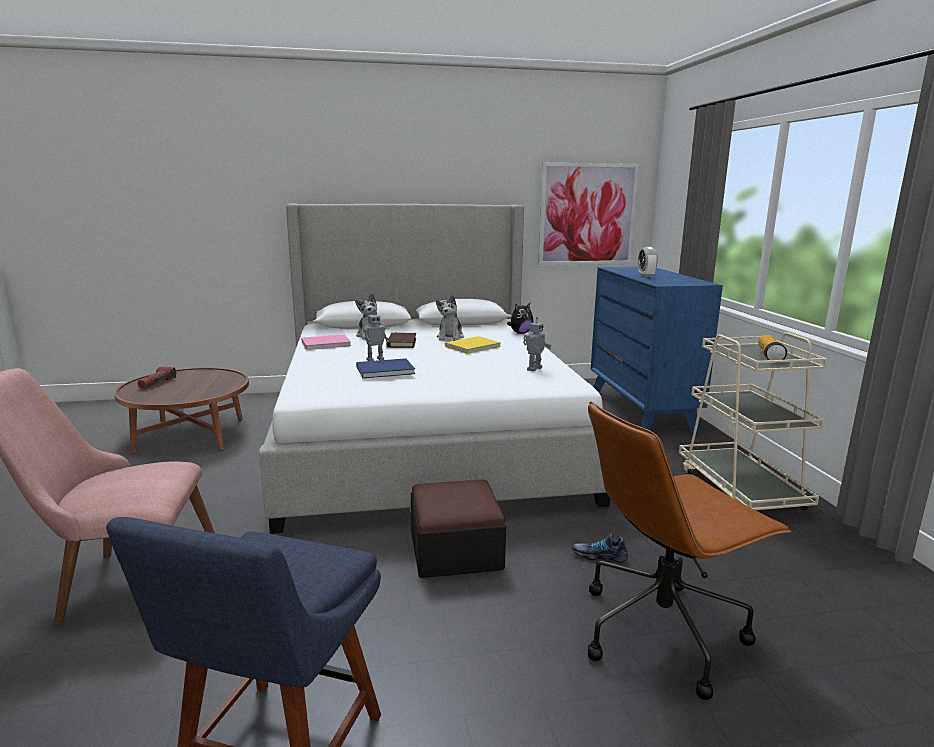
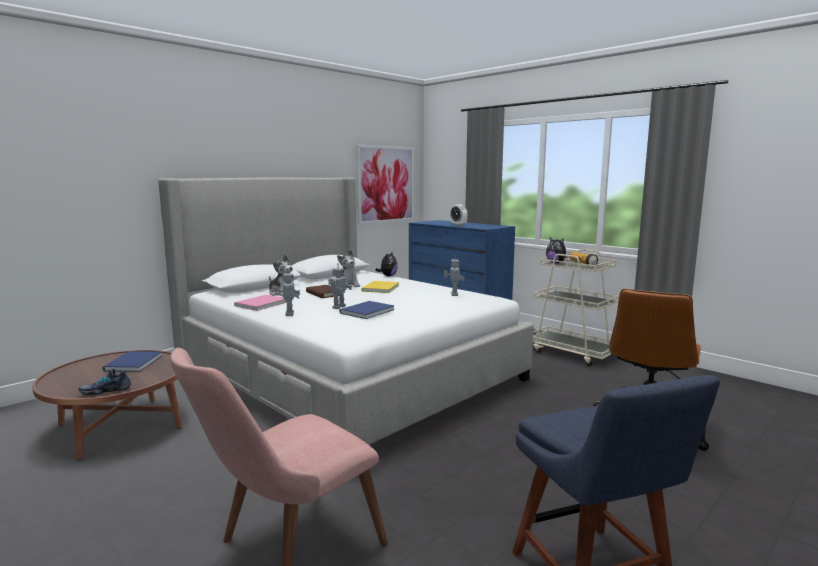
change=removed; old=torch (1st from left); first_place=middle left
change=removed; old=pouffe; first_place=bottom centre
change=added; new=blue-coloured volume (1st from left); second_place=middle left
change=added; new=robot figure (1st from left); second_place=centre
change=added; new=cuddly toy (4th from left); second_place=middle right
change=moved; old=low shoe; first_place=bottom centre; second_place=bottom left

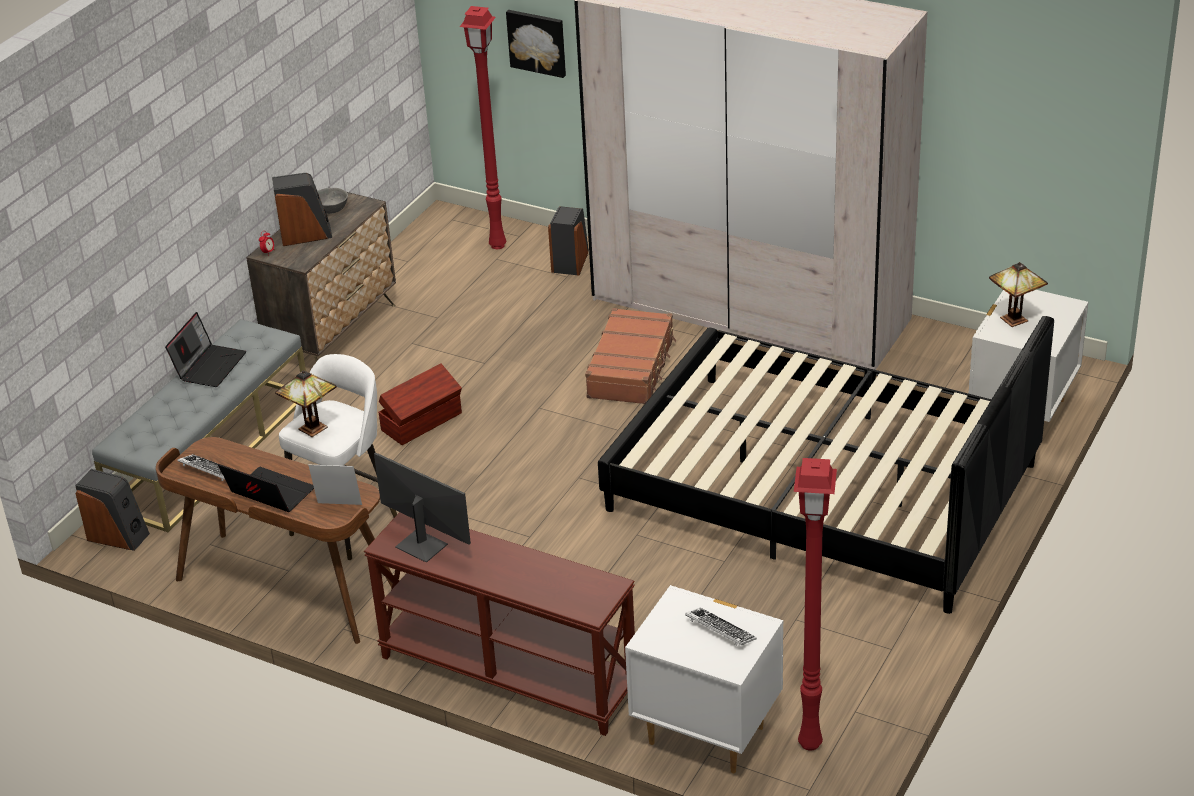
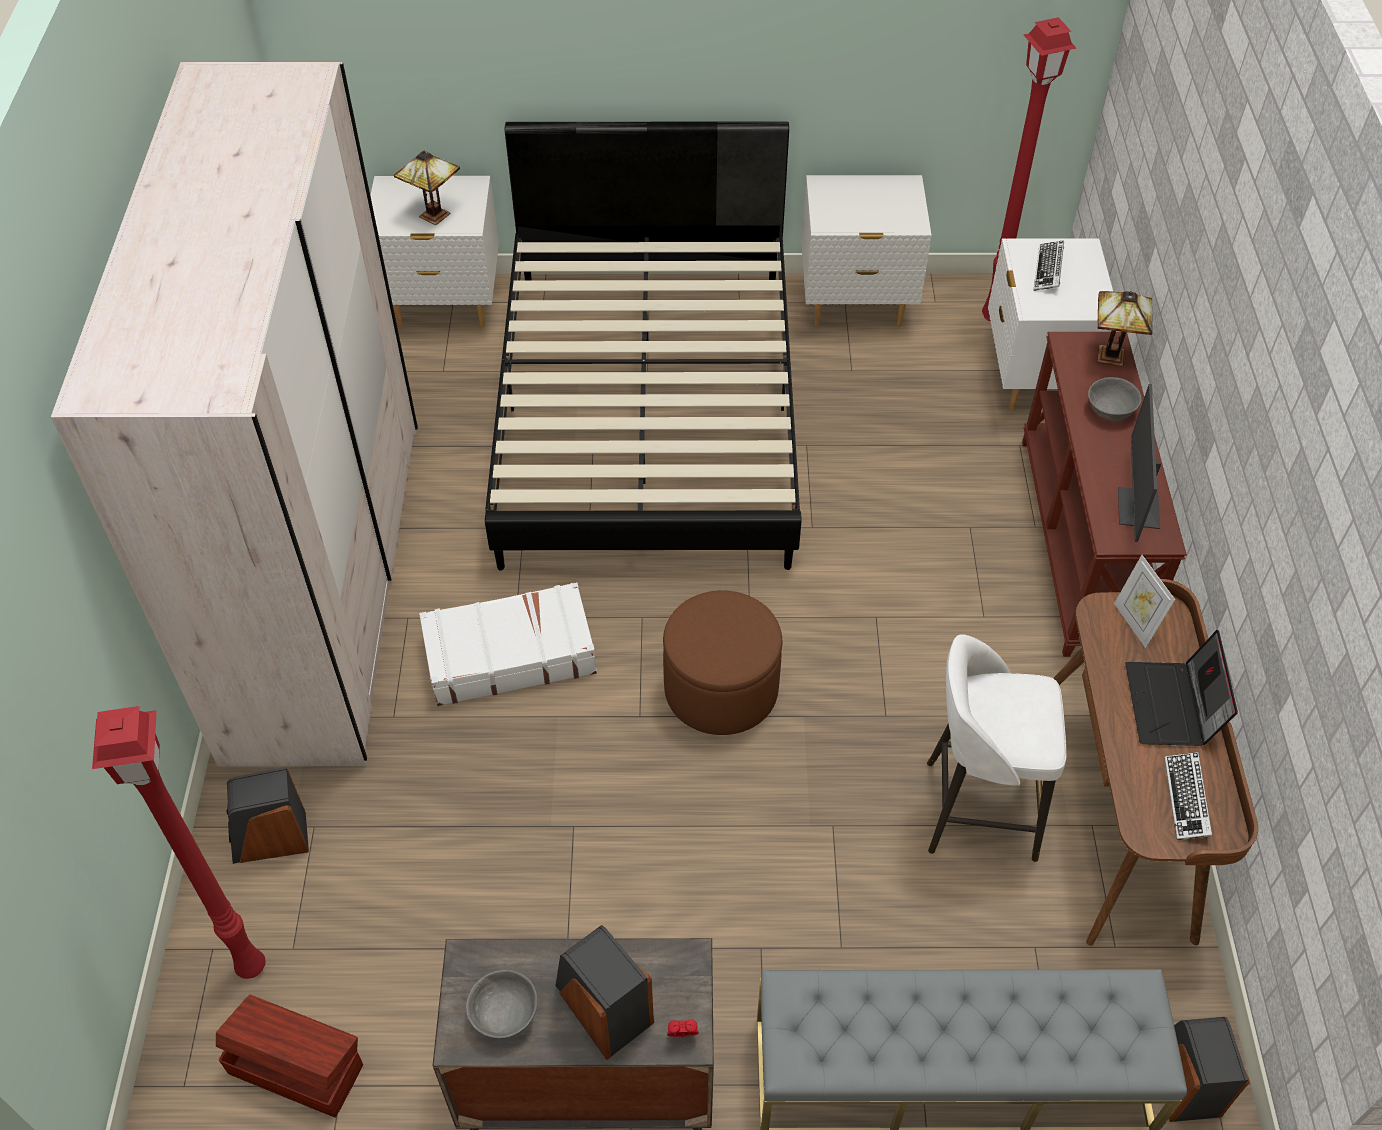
change=removed; old=portable computer (1st from left); first_place=middle left
change=removed; old=wall art; first_place=top centre
change=added; new=brown pouffe; second_place=centre
change=added; new=white-coloured bedside table (2nd from left); second_place=top centre
change=added; new=gray bowl (2nd from left); second_place=middle right
change=moved; old=table lamp (1st from left in the first image); new=table lamp (2nd from left); first_place=middle left; second_place=top right
change=moved; old=brown storage box; first_place=centre; second_place=bottom left
change=recoloured; old=brown travel case; new=white-coloured travel case; first_place=centre; second_place=centre

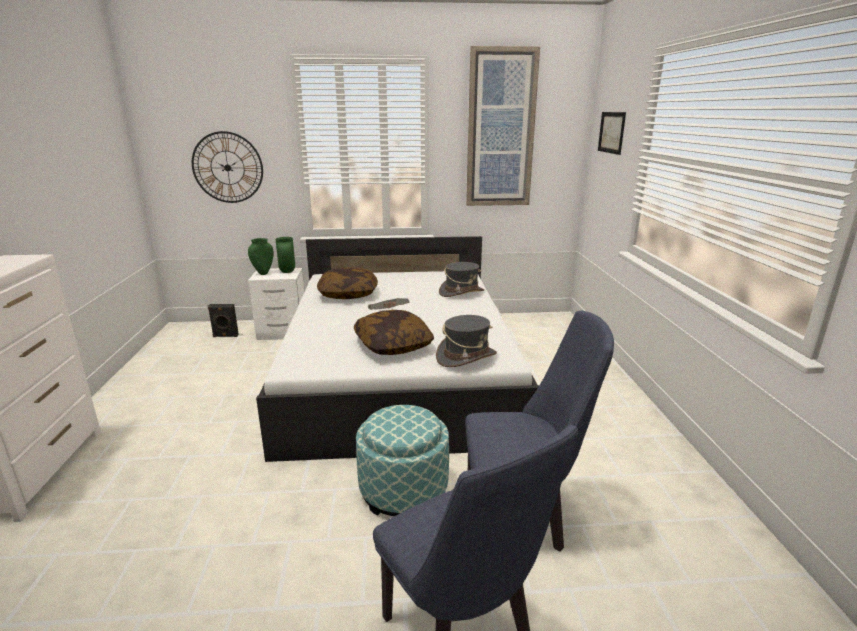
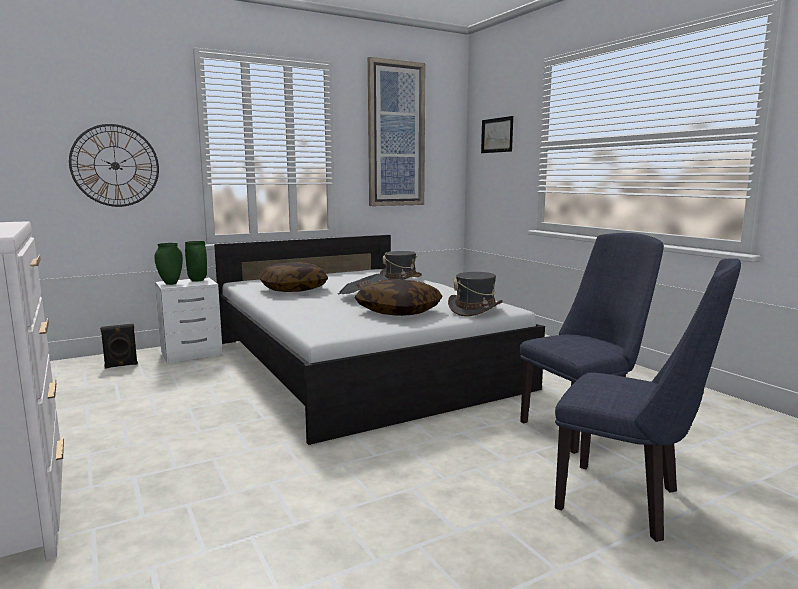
change=removed; old=pouffe; first_place=bottom centre

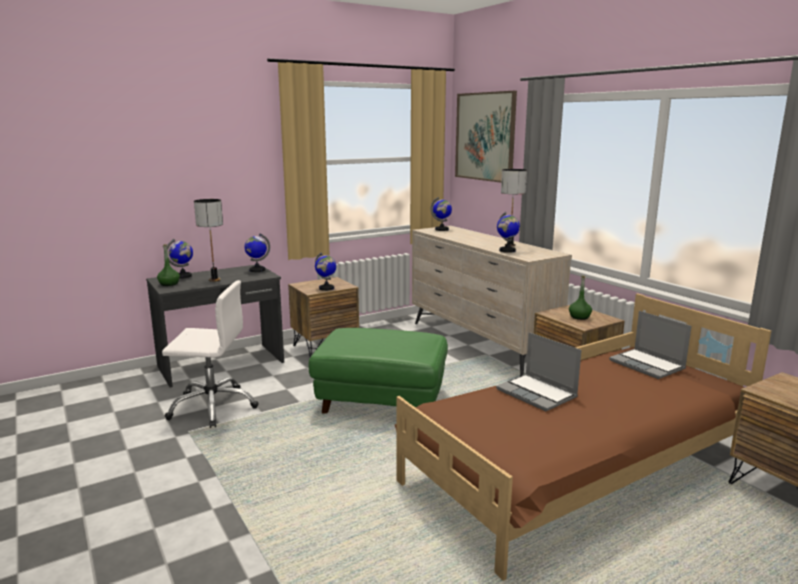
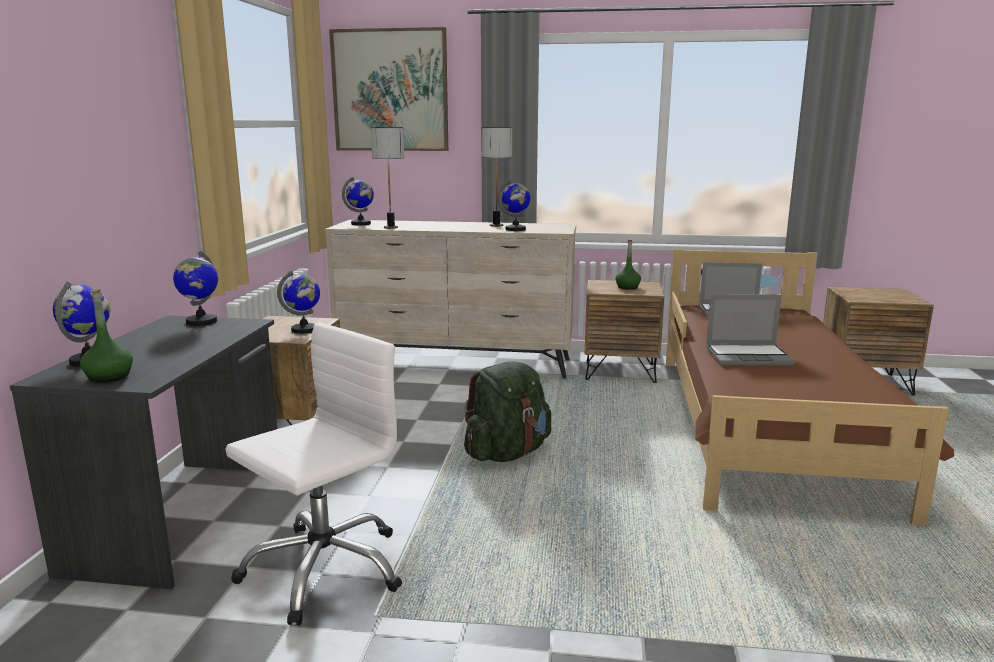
change=moved; old=table lamp (1st from left); first_place=middle left; second_place=top centre
change=replaced; old=green pouffe; new=green backpack; first_place=centre; second_place=centre

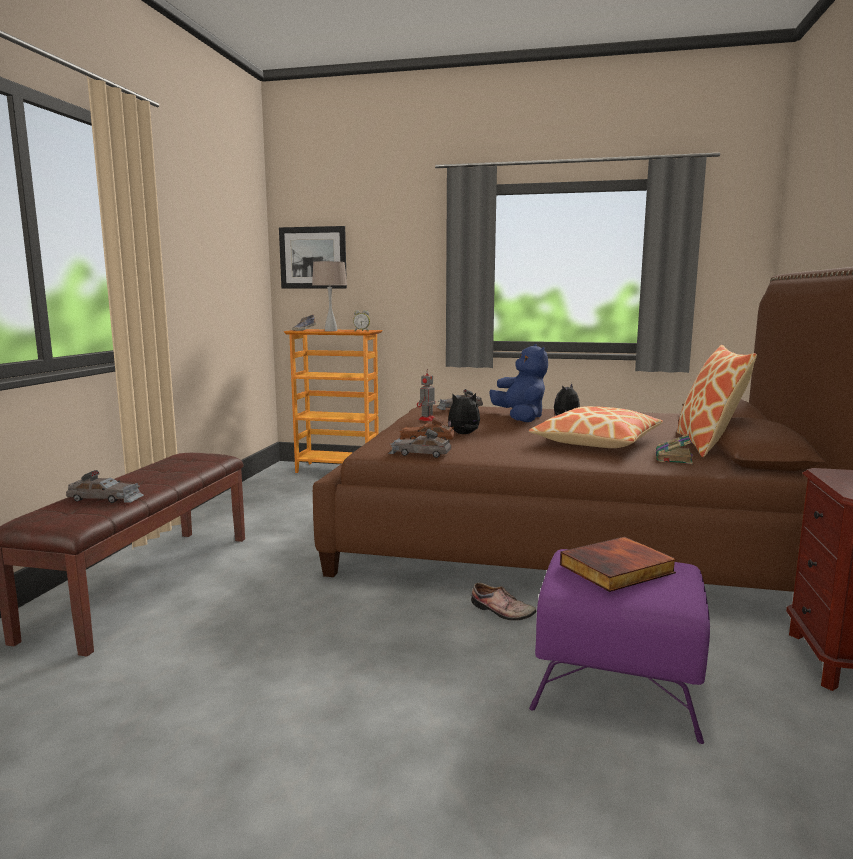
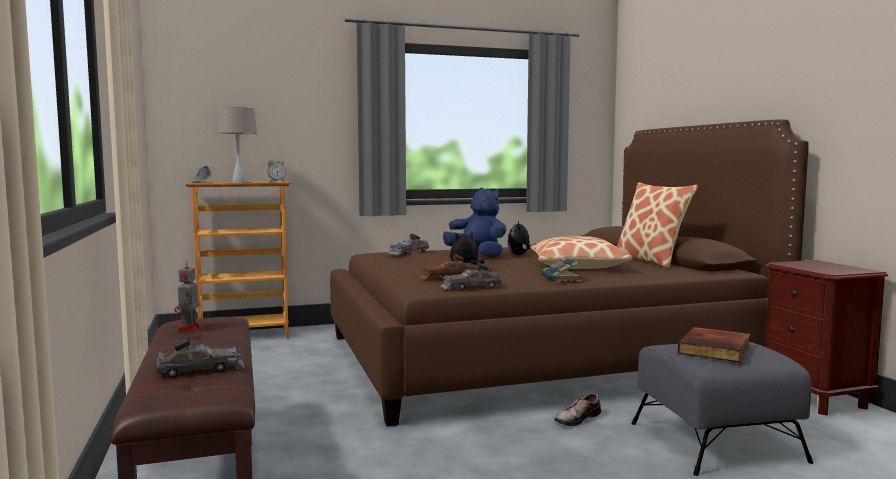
change=removed; old=wall art; first_place=top centre
change=moved; old=robot figure; first_place=centre; second_place=middle left
change=moved; old=volume (2nd from left in the first image); new=volume (1st from left); first_place=middle right; second_place=centre
change=recoloured; old=purple-coloured pouffe; new=gray pouffe; first_place=bottom right; second_place=bottom right
change=turned; old=low shoe (2nd from left); first_place=bottom centre; second_place=bottom centre; degrees=135

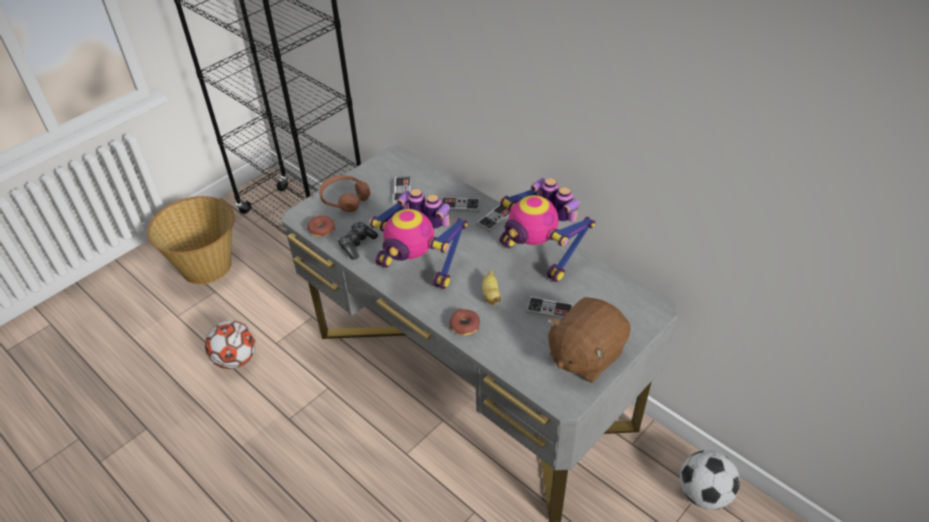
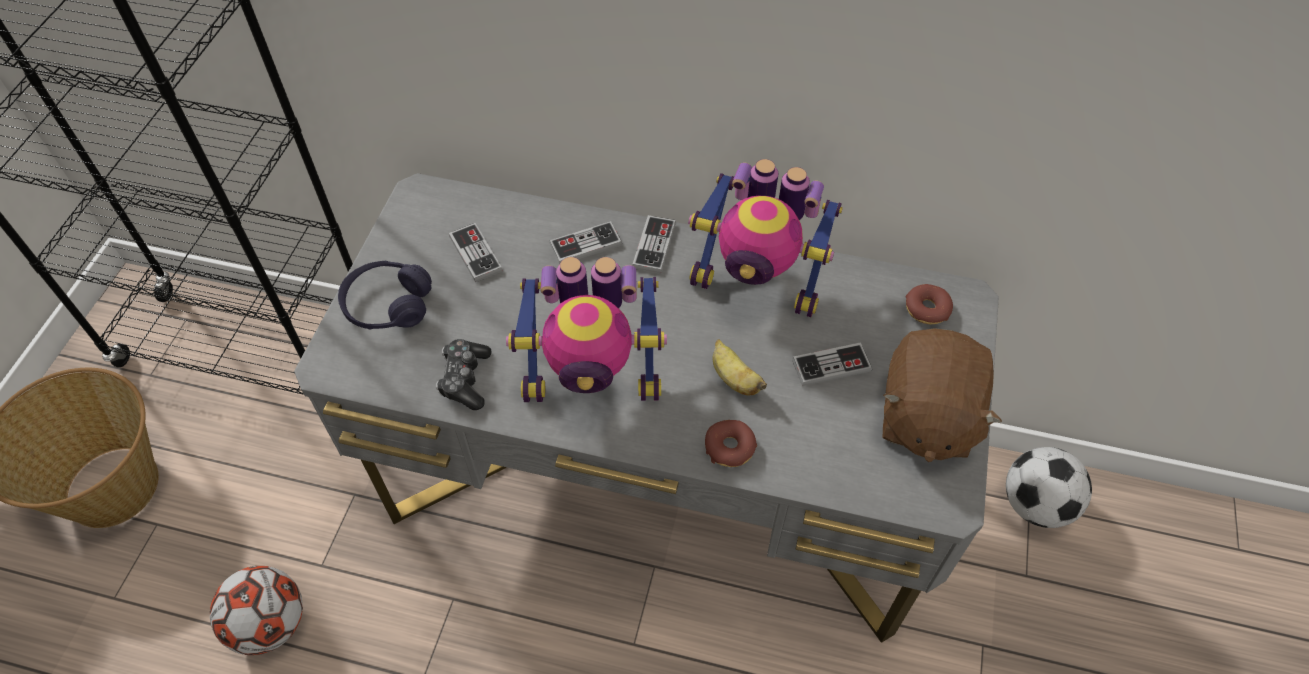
change=moved; old=doughnut (1st from left in the first image); new=doughnut (2nd from left); first_place=centre; second_place=middle right
change=recoloured; old=brown pair of headphones; new=purple-coloured pair of headphones; first_place=centre; second_place=middle left

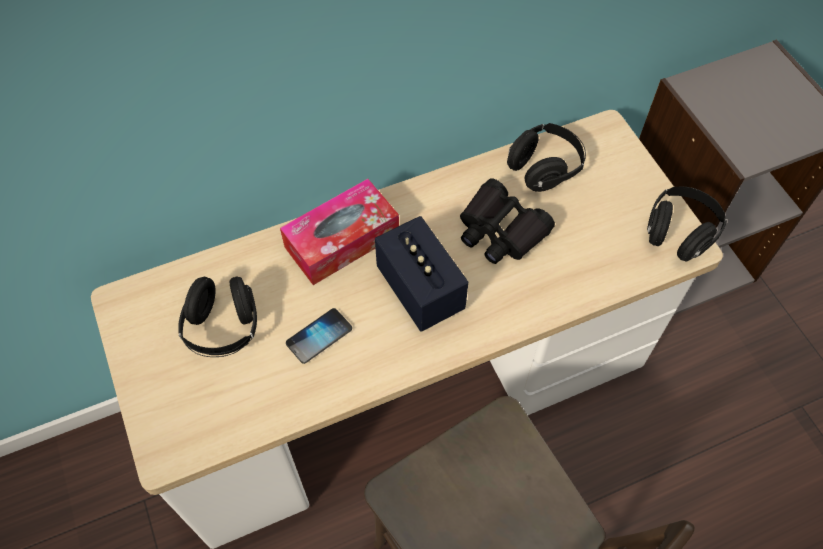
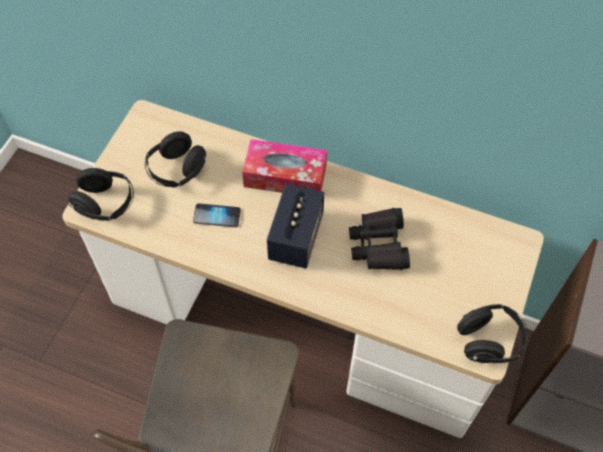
change=moved; old=black-coloured pair of headphones (2nd from left in the first image); new=black-coloured pair of headphones (1st from left); first_place=top centre; second_place=middle left

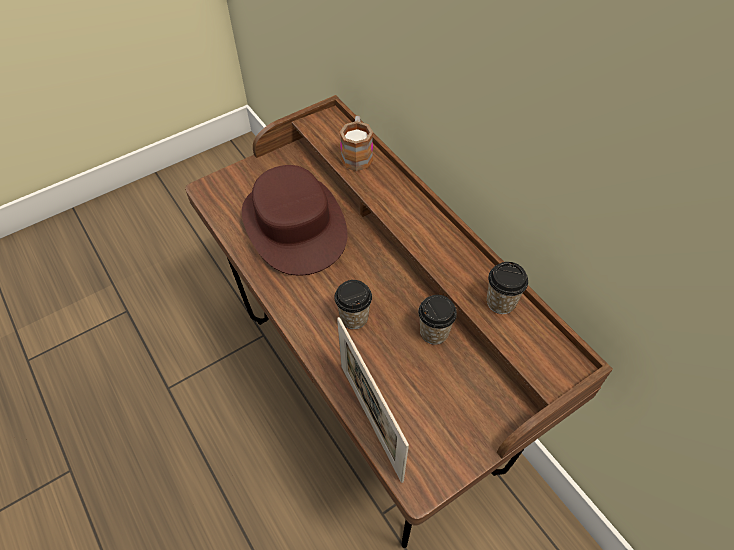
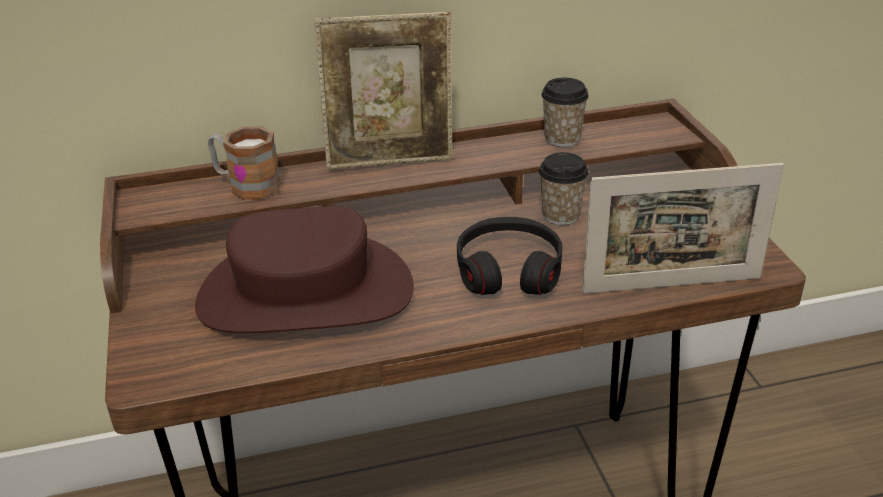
change=added; new=picture frame (1st from left); second_place=top centre
change=replaced; old=small cup (1st from left); new=black-coloured pair of headphones; first_place=centre; second_place=centre

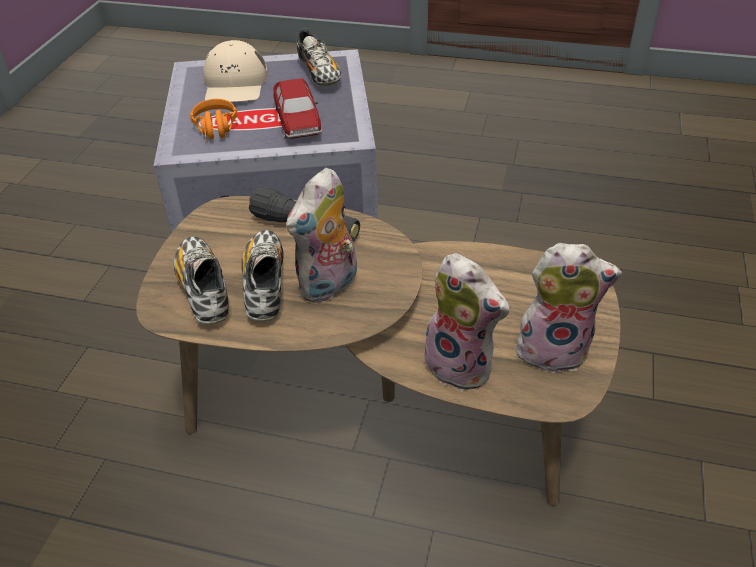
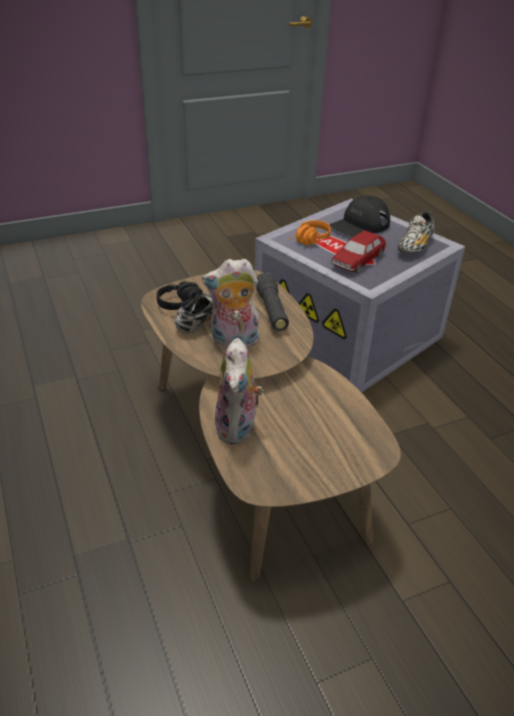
change=removed; old=cuddly toy (3rd from left); first_place=middle right
change=replaced; old=low shoe (1st from left); new=black-coloured pair of headphones; first_place=middle left; second_place=centre
change=recoloured; old=beige-coloured cap; new=black-coloured cap; first_place=top left; second_place=top right

